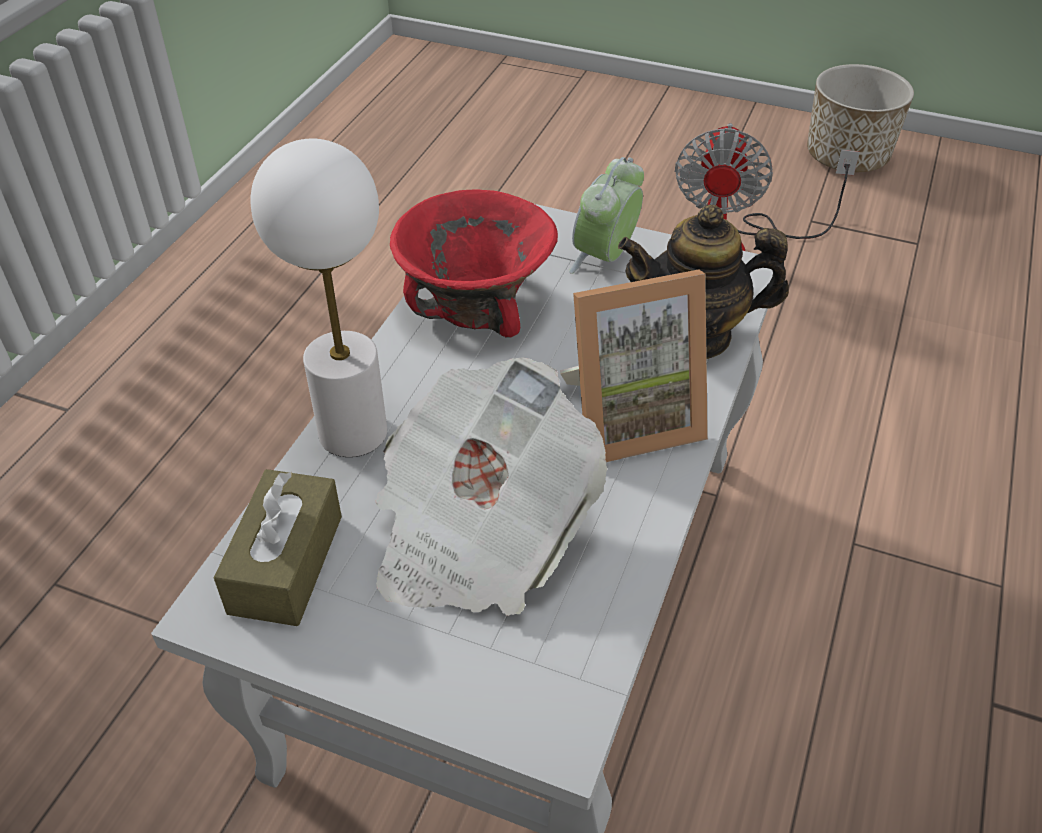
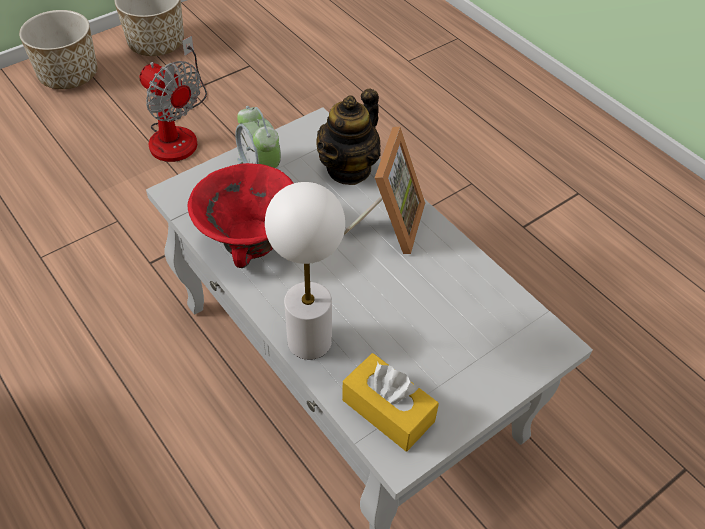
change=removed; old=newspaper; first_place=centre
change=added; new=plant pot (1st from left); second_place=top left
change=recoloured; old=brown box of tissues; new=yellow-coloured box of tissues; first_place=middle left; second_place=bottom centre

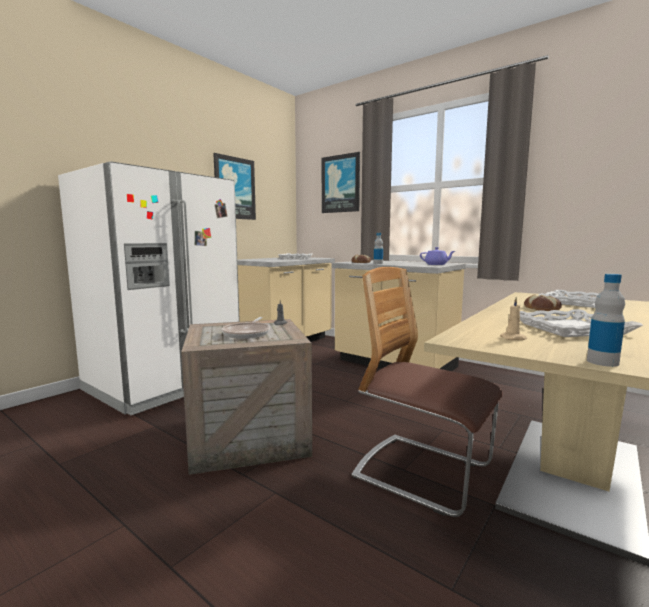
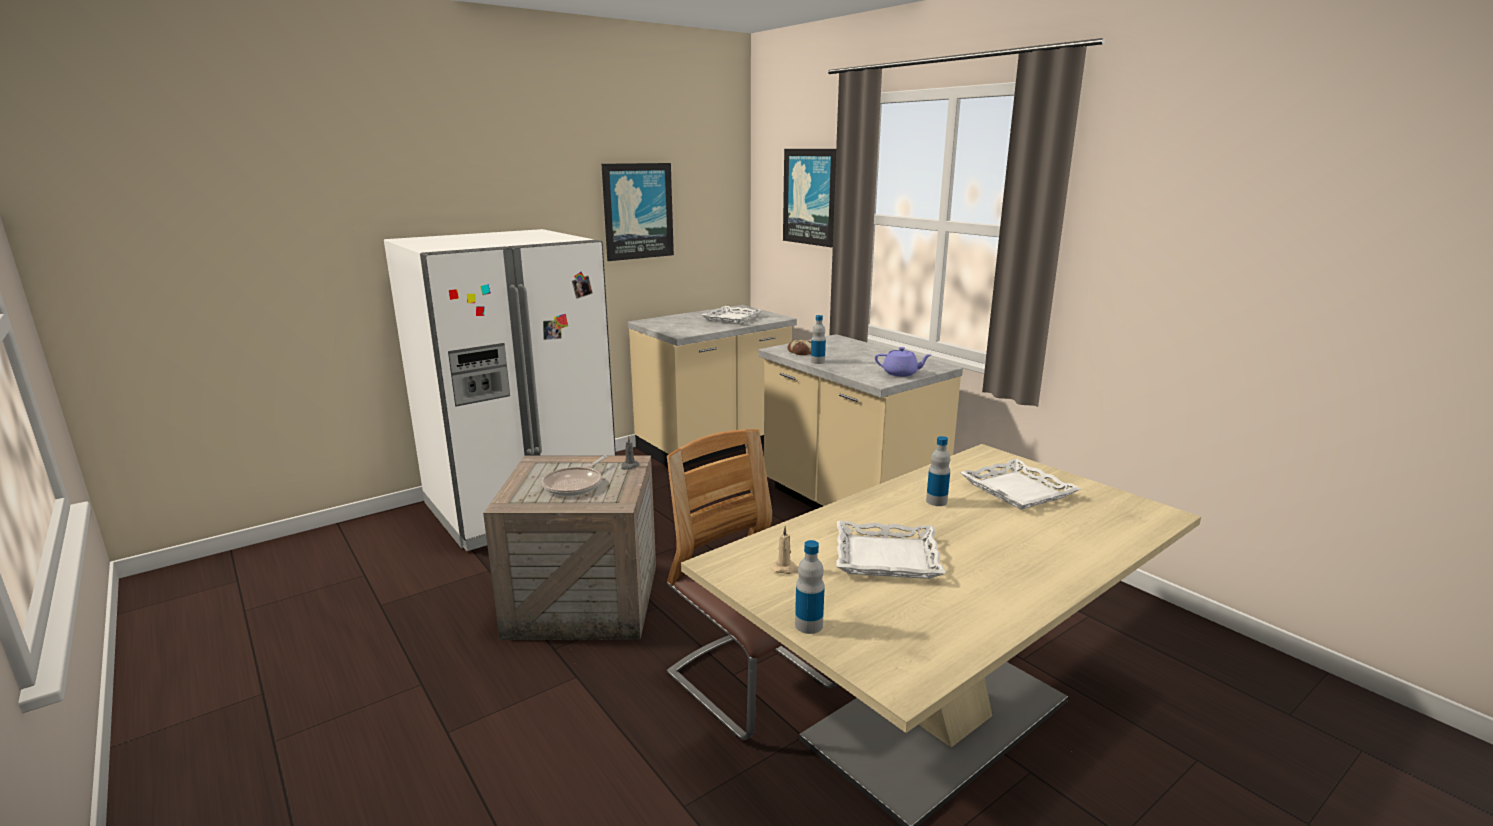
change=replaced; old=bakery bread (2nd from left); new=bottle (3rd from left); first_place=middle right; second_place=centre

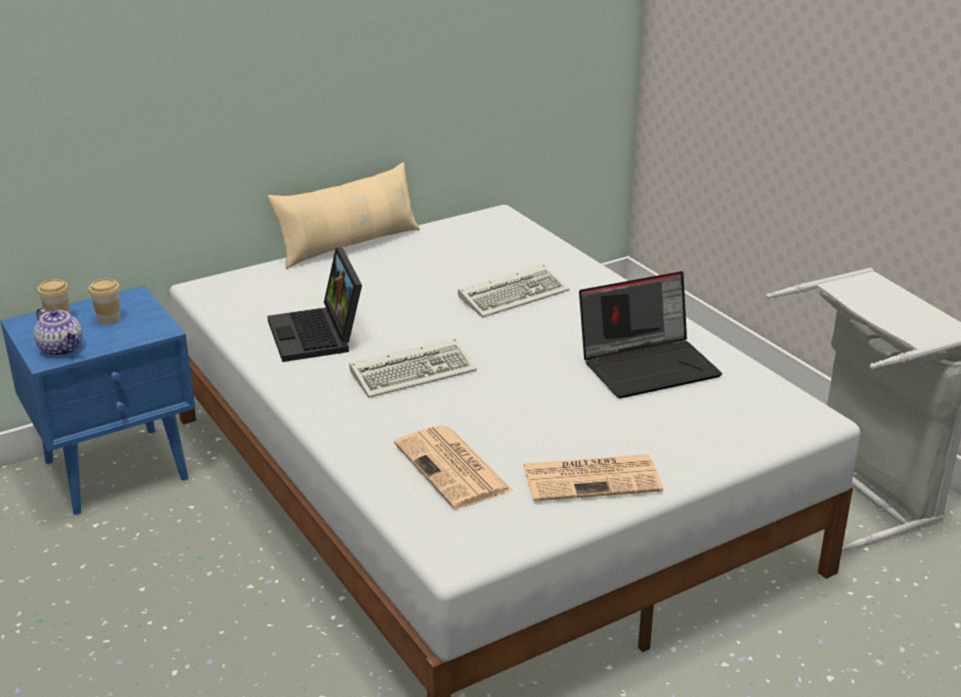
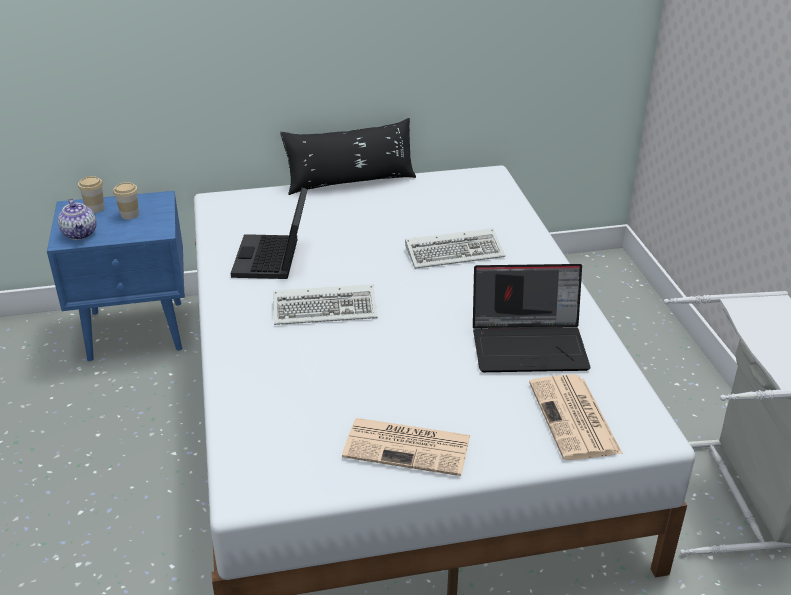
change=moved; old=newspaper (1st from left in the first image); new=newspaper (2nd from left); first_place=bottom centre; second_place=bottom right
change=recoloured; old=beige-coloured cushion; new=black-coloured cushion; first_place=top centre; second_place=top centre

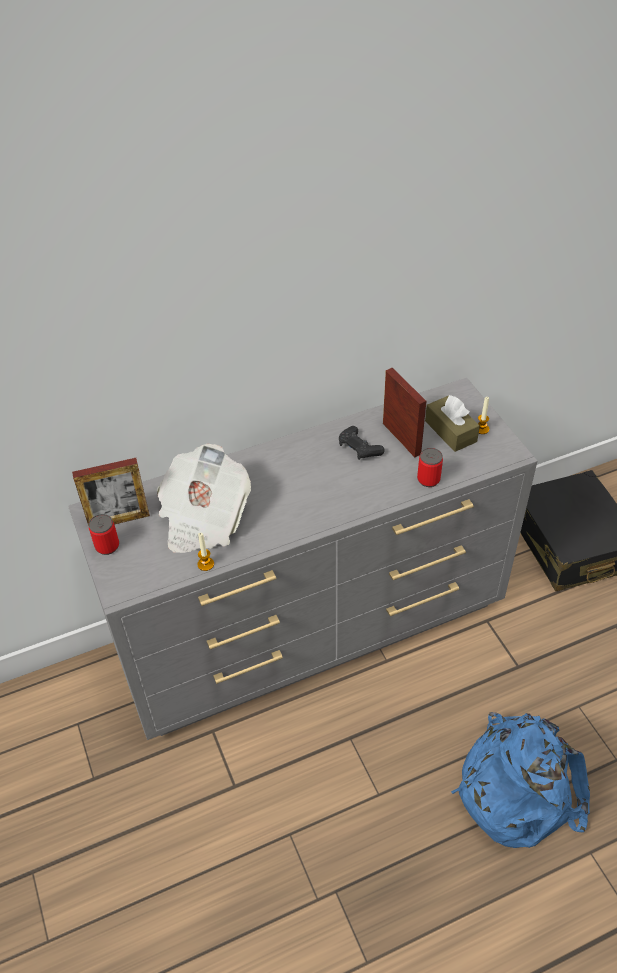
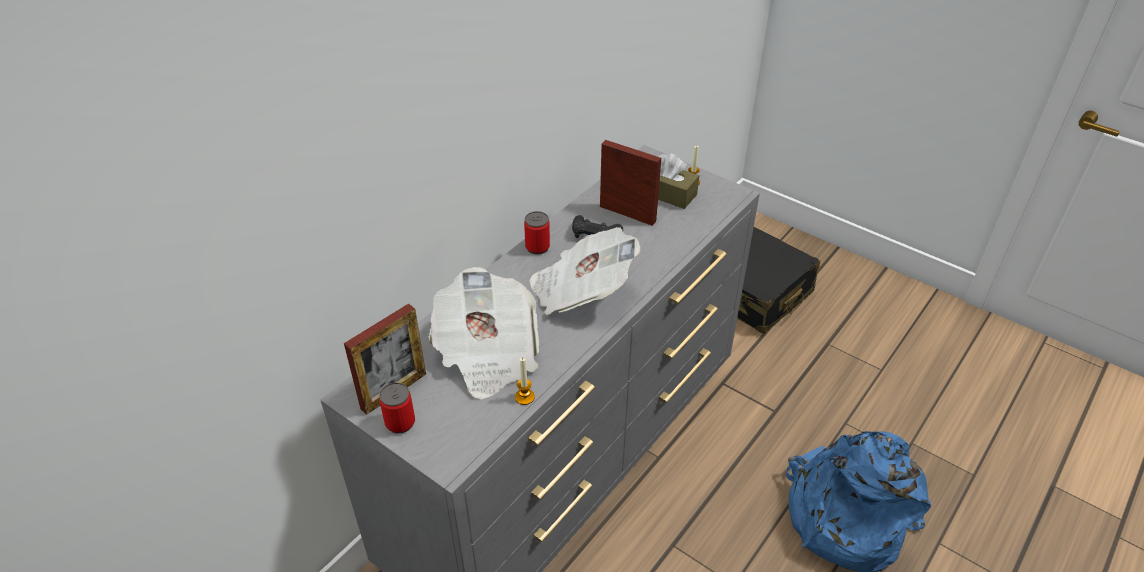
change=added; new=newspaper (2nd from left); second_place=centre
change=moved; old=can (2nd from left); first_place=middle right; second_place=centre

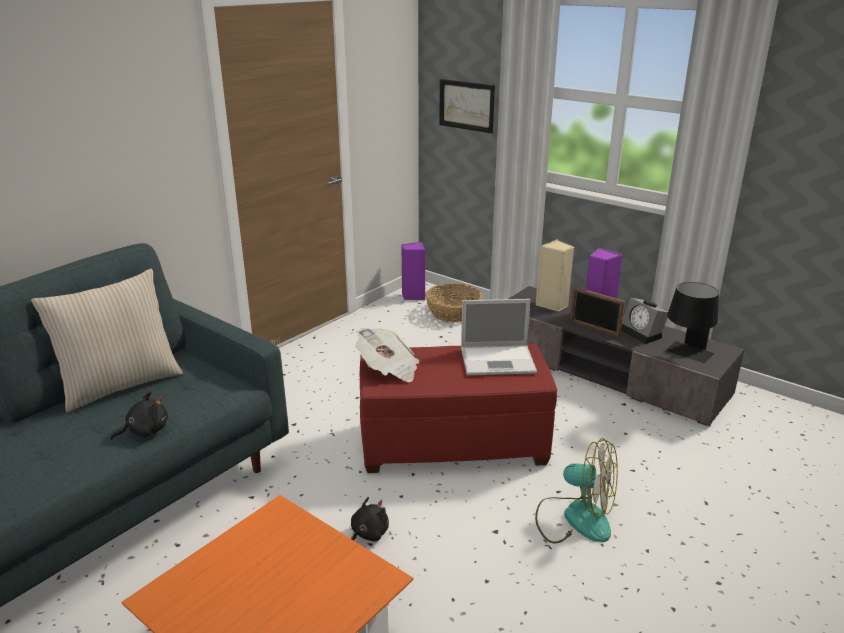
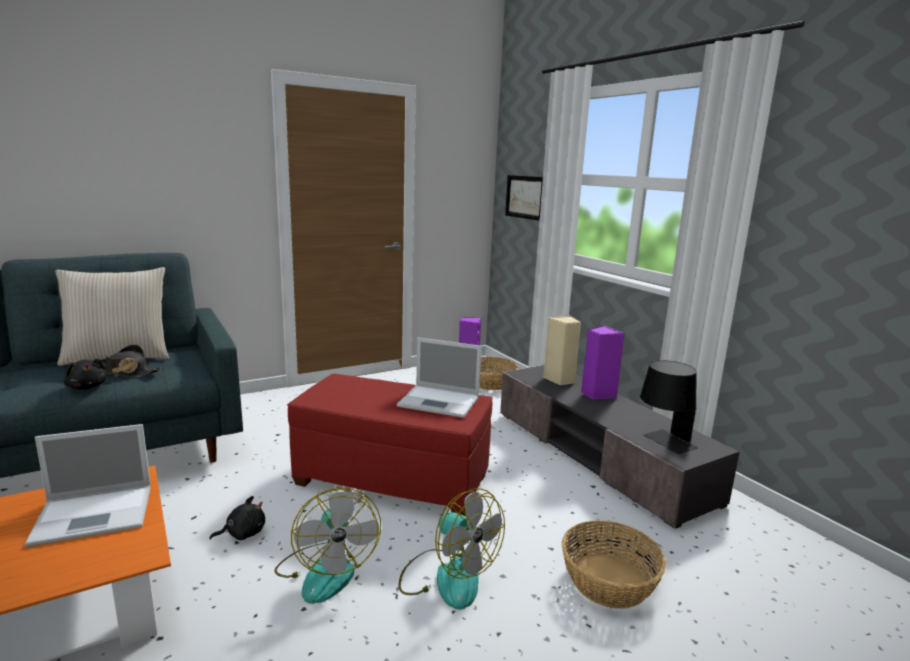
change=removed; old=newspaper; first_place=centre
change=removed; old=picture frame; first_place=middle right
change=removed; old=bedside clock; first_place=middle right
change=added; new=portable computer (1st from left); second_place=bottom left
change=added; new=black-coloured clothing hat; second_place=middle left
change=added; new=electric fan (1st from left); second_place=bottom centre
change=added; new=basket (2nd from left); second_place=bottom right
change=turned; old=black-coloured cuddly toy (1st from left); first_place=middle left; second_place=middle left; degrees=60

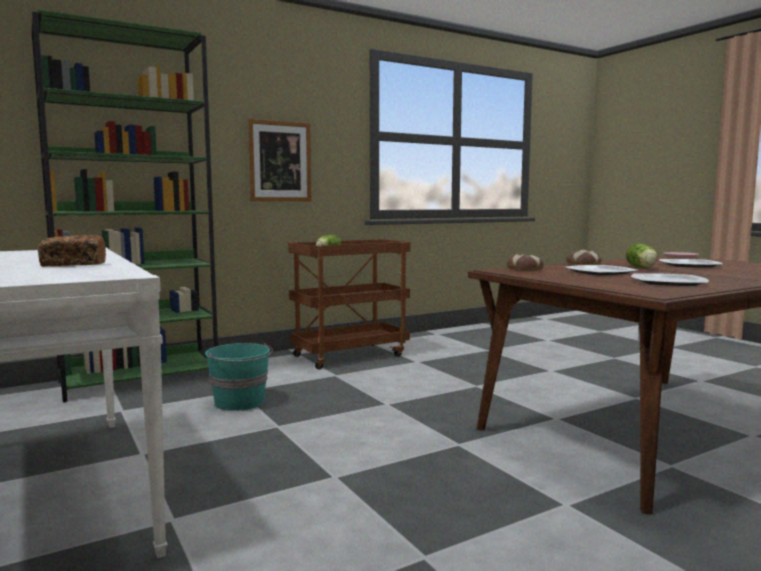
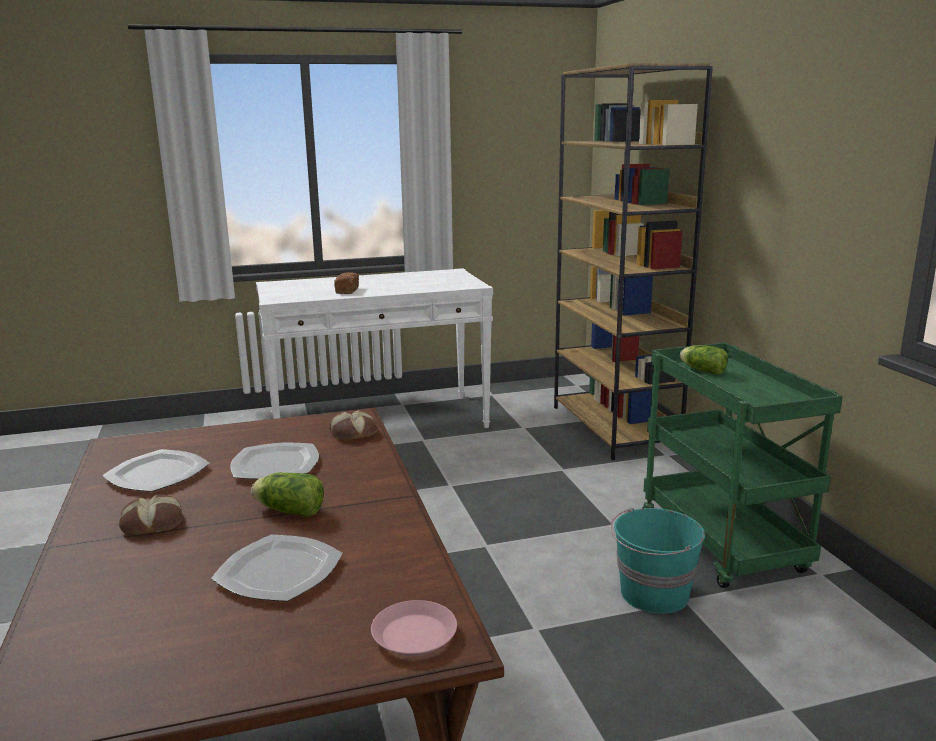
change=removed; old=wall art; first_place=top centre
change=moved; old=turquoise-coloured water bucket; first_place=middle left; second_place=bottom right
change=moved; old=bakery bread (3rd from left in the first image); new=bakery bread (1st from left); first_place=middle right; second_place=bottom left
change=recoloured; old=green shelving unit; new=brown shelving unit; first_place=middle left; second_place=middle right
change=recoloured; old=brown trolley; new=green trolley; first_place=centre; second_place=middle right

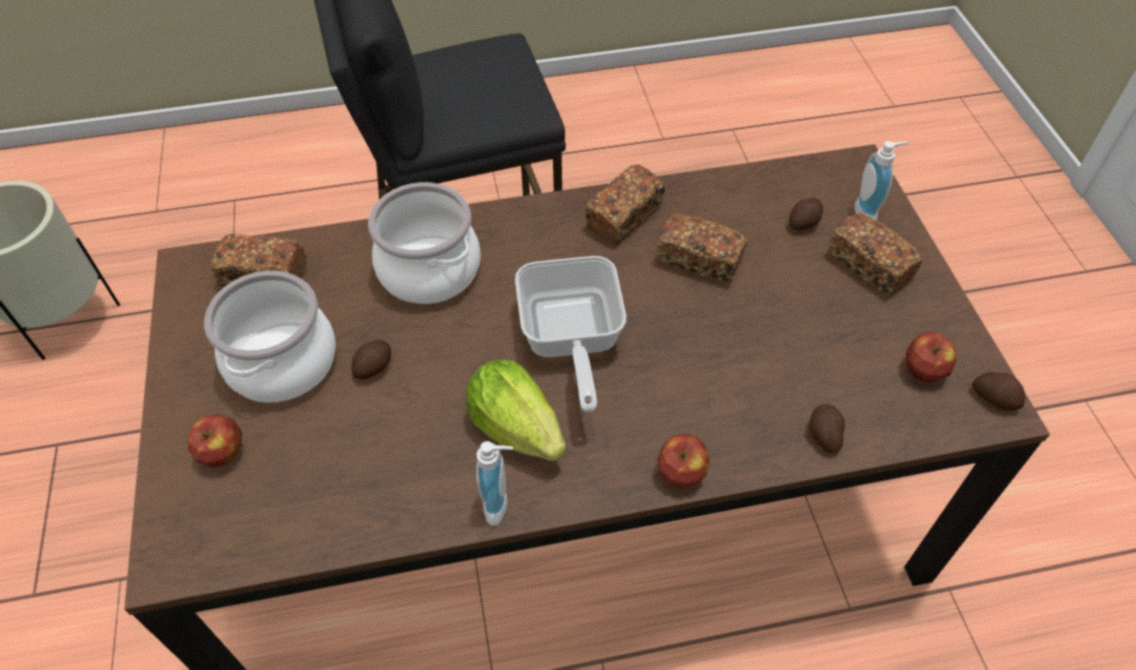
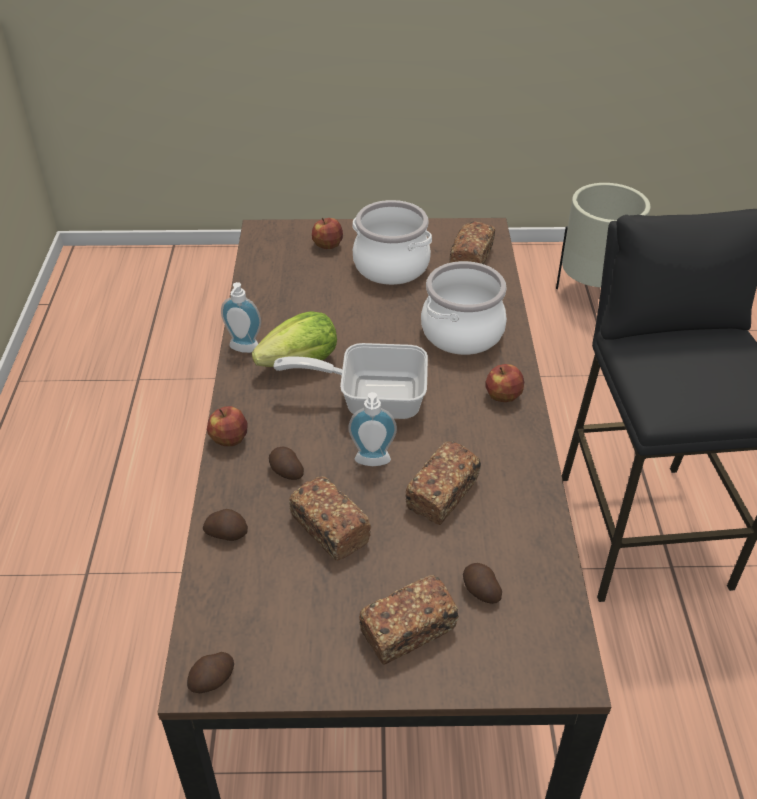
change=moved; old=whole potato (1st from left in the first image); new=whole potato (3rd from left); first_place=middle left; second_place=centre
change=moved; old=bakery bread (2nd from left in the first image); new=bakery bread (1st from left); first_place=top centre; second_place=centre
change=moved; old=liquid soap bottle (2nd from left); first_place=top right; second_place=centre
change=moved; old=apple (3rd from left); first_place=middle right; second_place=centre

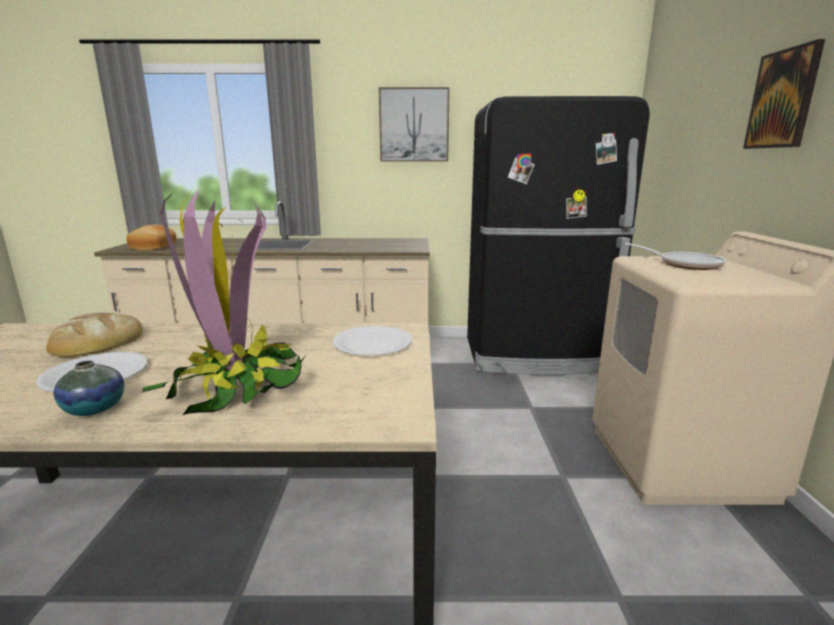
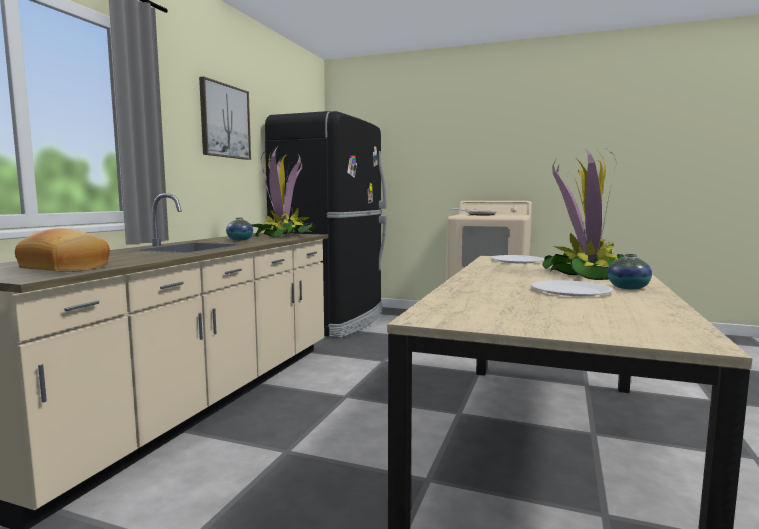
change=removed; old=bakery bread (1st from left); first_place=middle left
change=removed; old=wall art (2nd from left); first_place=top right
change=added; new=decorative vase (1st from left); second_place=middle left
change=added; new=potted plant (1st from left); second_place=centre

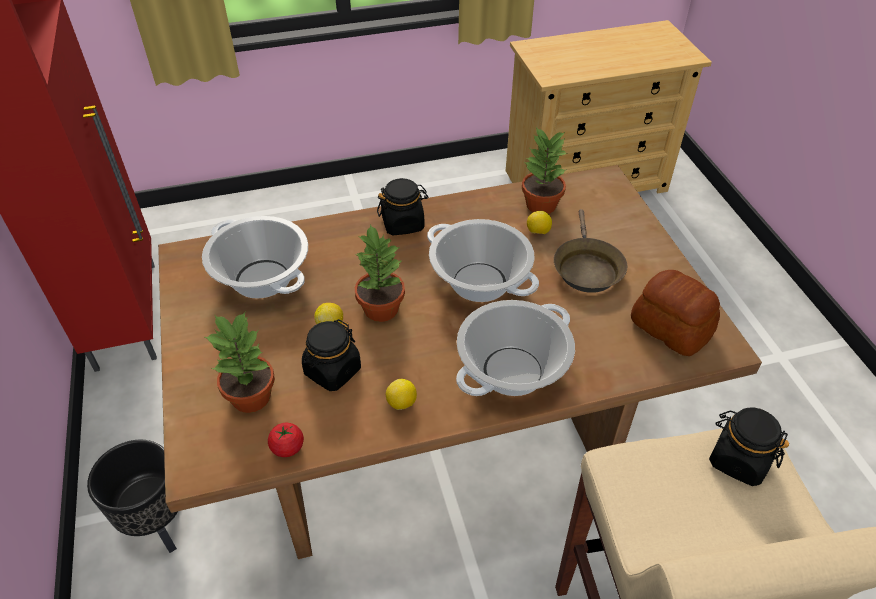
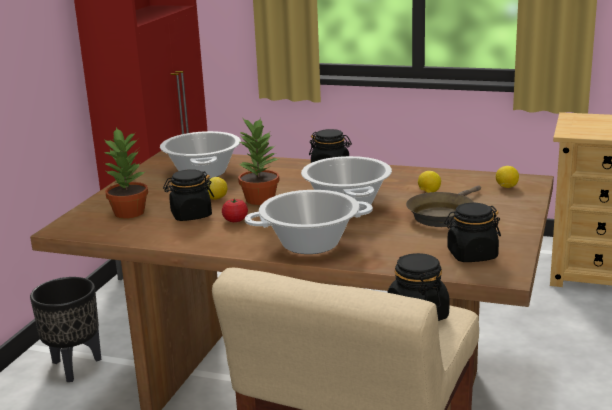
change=removed; old=potted plant (3rd from left); first_place=top centre
change=moved; old=whole tomato; first_place=bottom left; second_place=centre
change=moved; old=citrus fruit (2nd from left in the first image); new=citrus fruit (3rd from left); first_place=centre; second_place=middle right
change=replaced; old=bakery bread; new=black-coloured storage jar (4th from left); first_place=middle right; second_place=middle right

